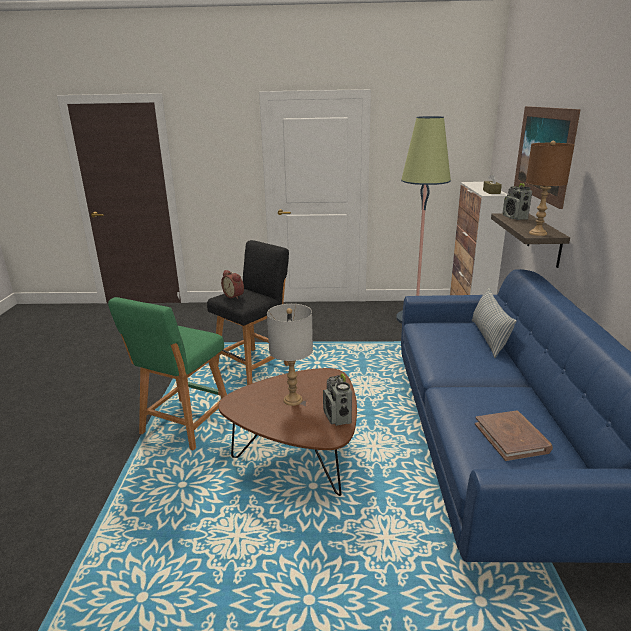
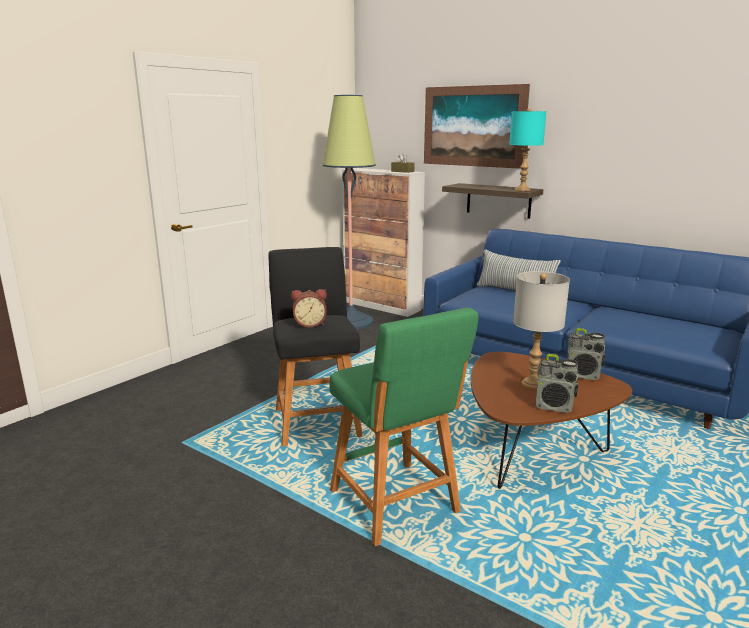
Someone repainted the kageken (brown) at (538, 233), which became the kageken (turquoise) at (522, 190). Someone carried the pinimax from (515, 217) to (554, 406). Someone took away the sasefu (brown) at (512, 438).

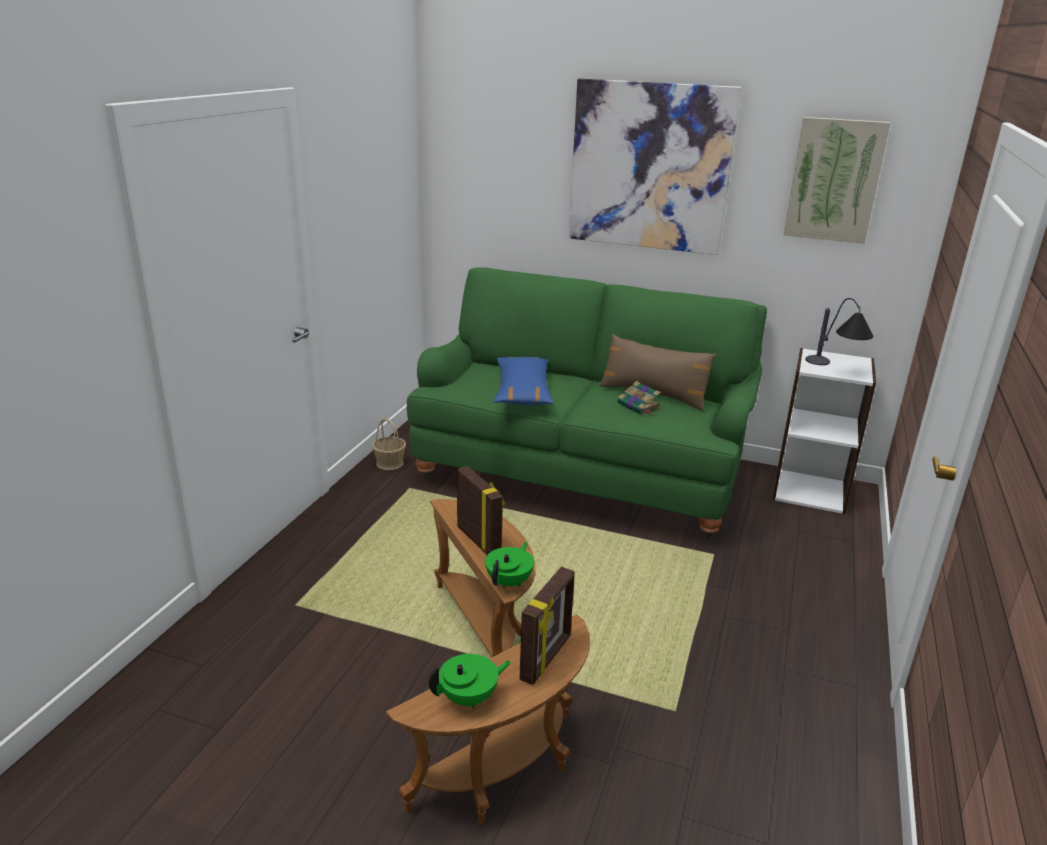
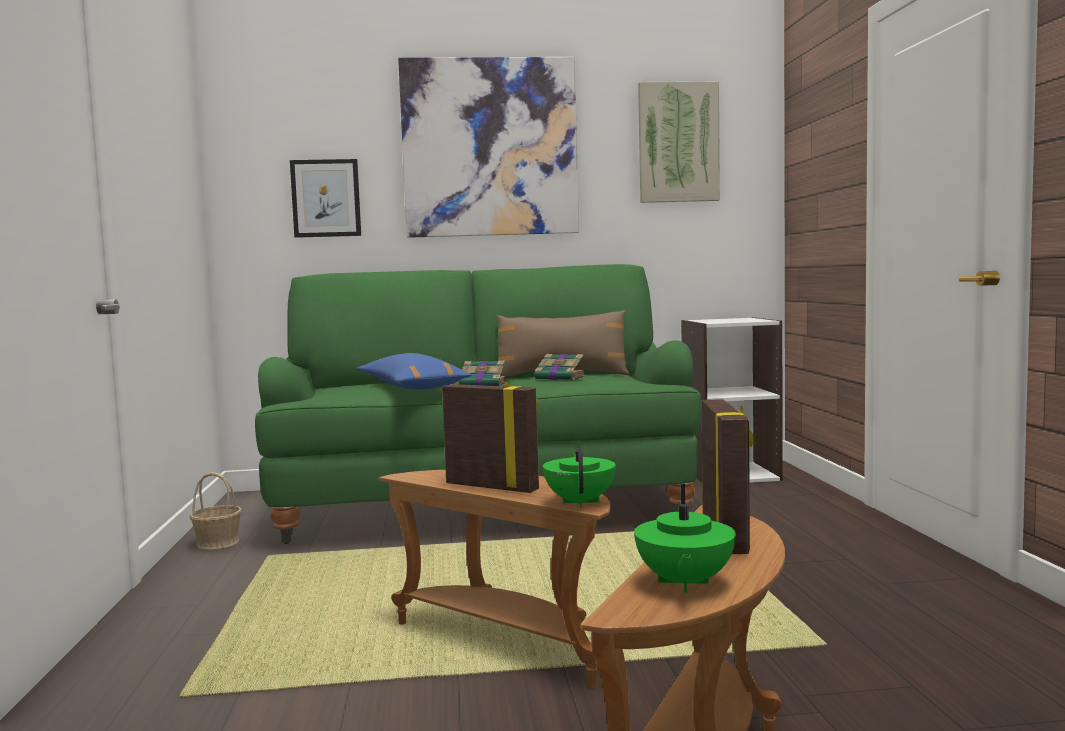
Someone took away the kageken at (835, 369). Someone rotated the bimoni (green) at (469, 698) by 150 degrees clockwise. Someone put up the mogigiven at (326, 198). Someone put down the sasefu at (484, 385).

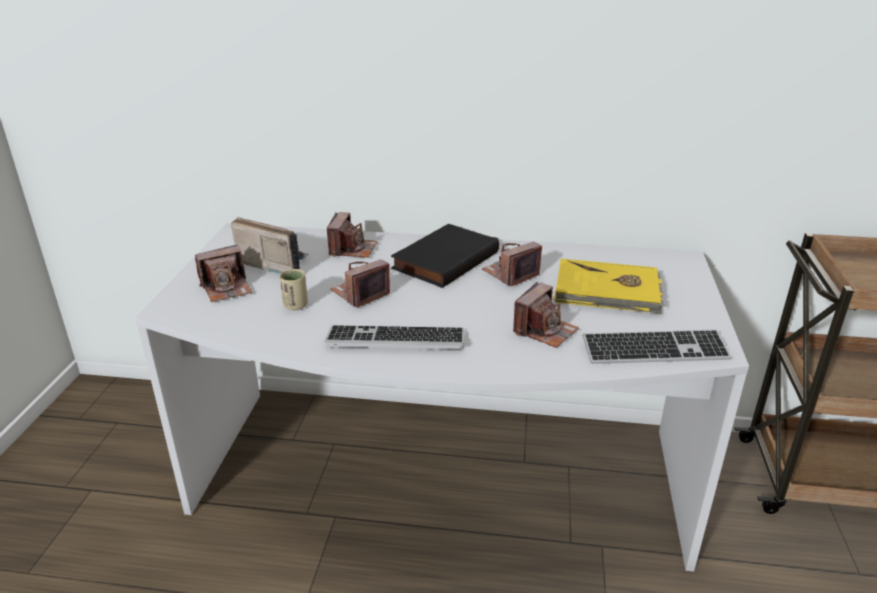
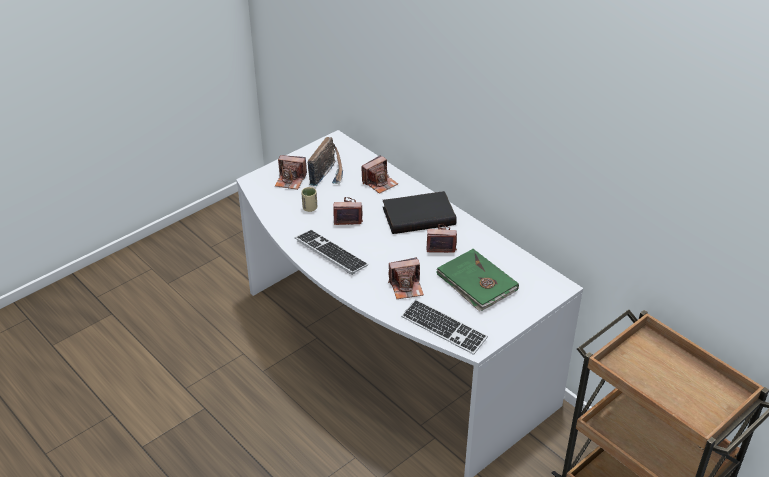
Someone rotated the pinimax at (274, 264) by 45 degrees clockwise. Someone repainted the sasefu (yellow) at (607, 291), which became the sasefu (green) at (476, 283).

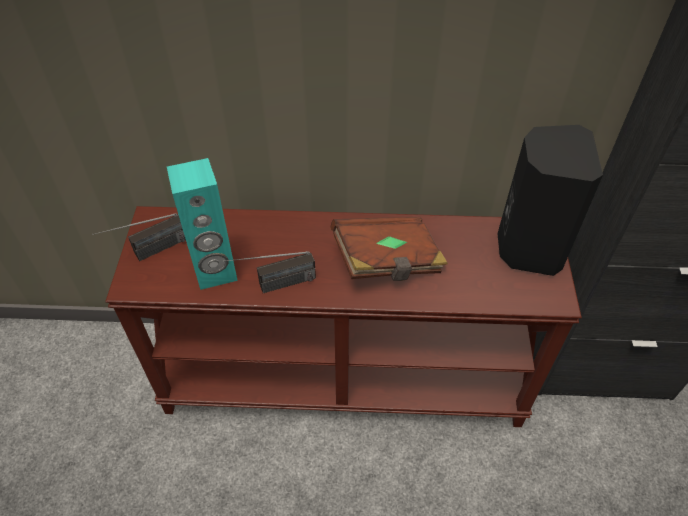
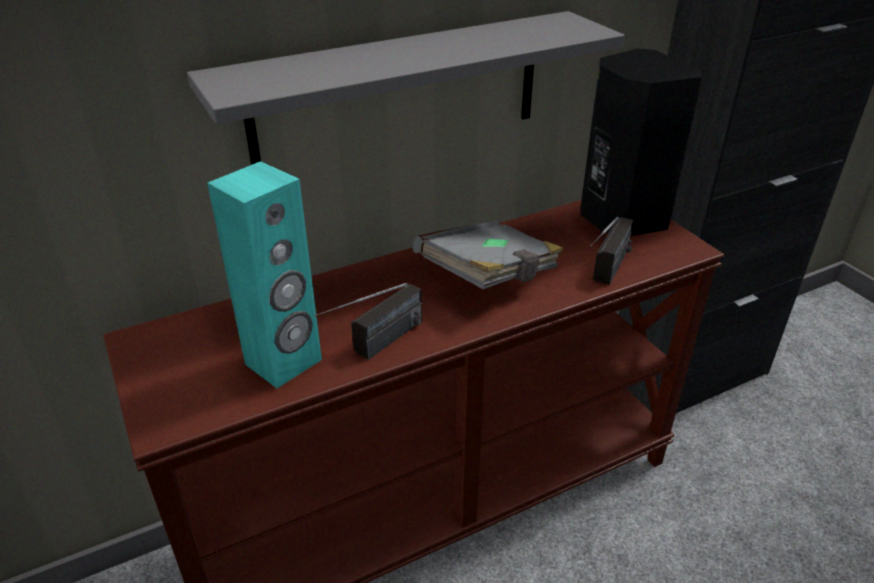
Someone carried the pinimax from (148, 253) to (607, 275). Someone repainted the sasefu (brown) at (388, 261), which became the sasefu (grey) at (491, 277). Someone put up the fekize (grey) at (399, 93).

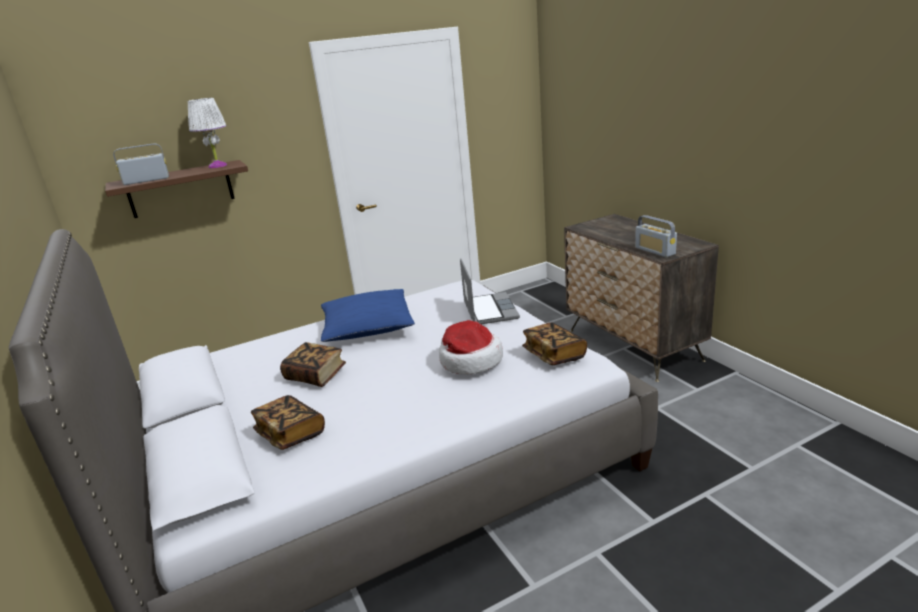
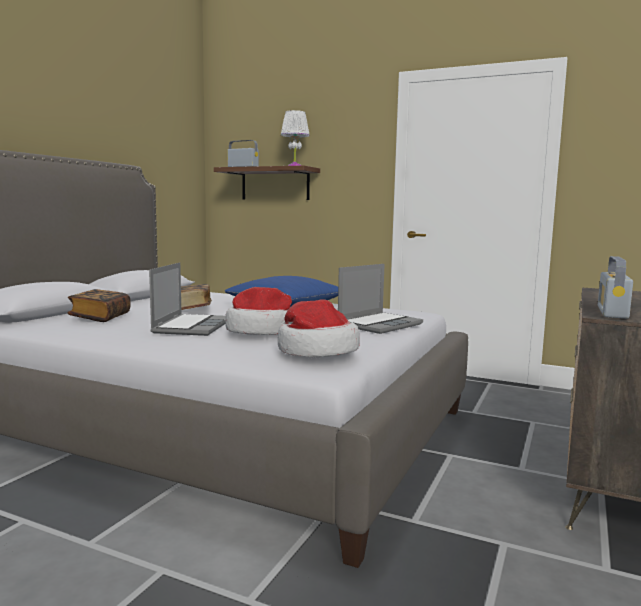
Someone swapped the sasefu at (554, 355) for the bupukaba at (316, 351). Someone put down the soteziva at (191, 326).

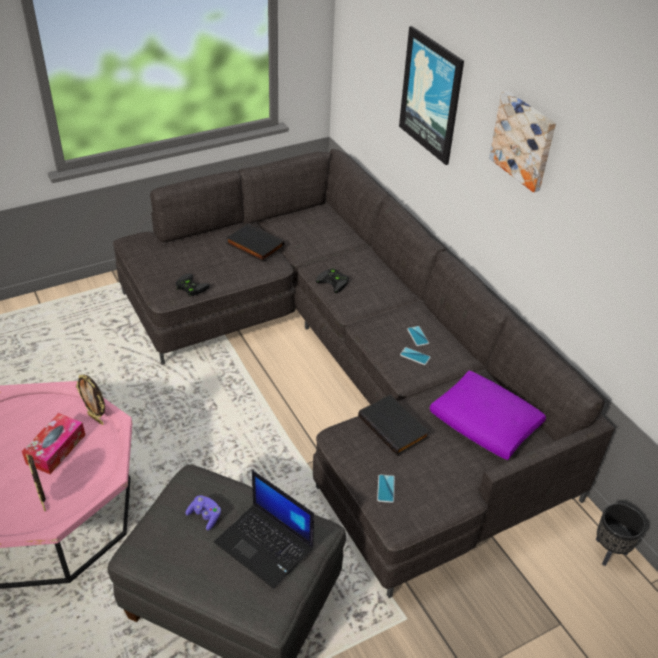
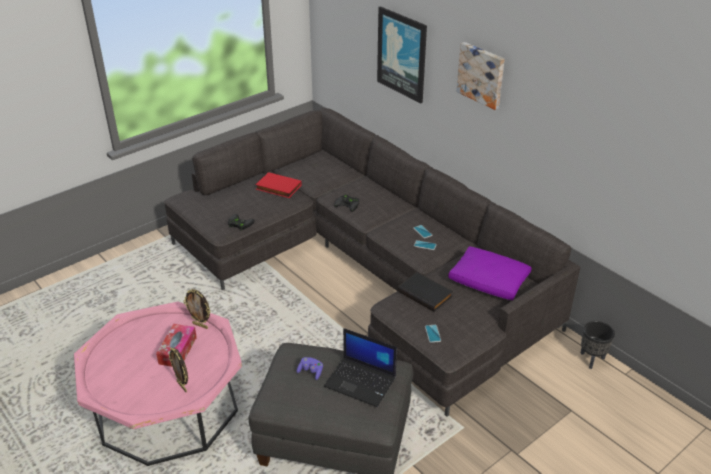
Someone repainted the sasefu (black) at (254, 246), which became the sasefu (red) at (278, 188).

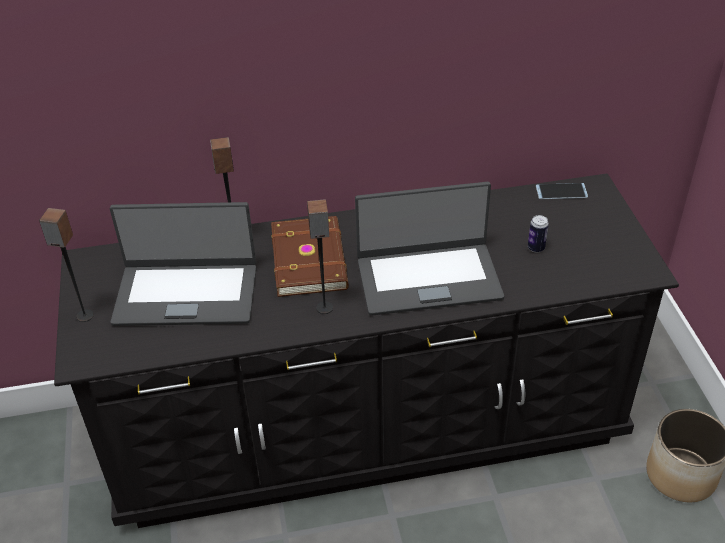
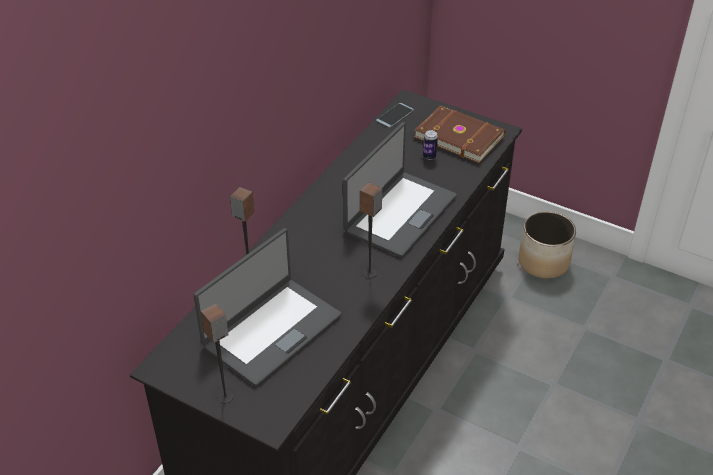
Someone carried the sasefu (brown) from (311, 259) to (459, 136).

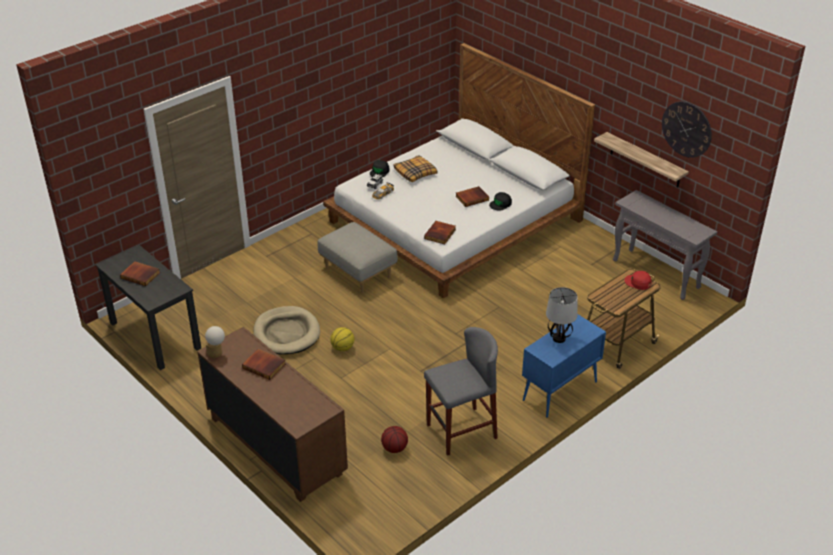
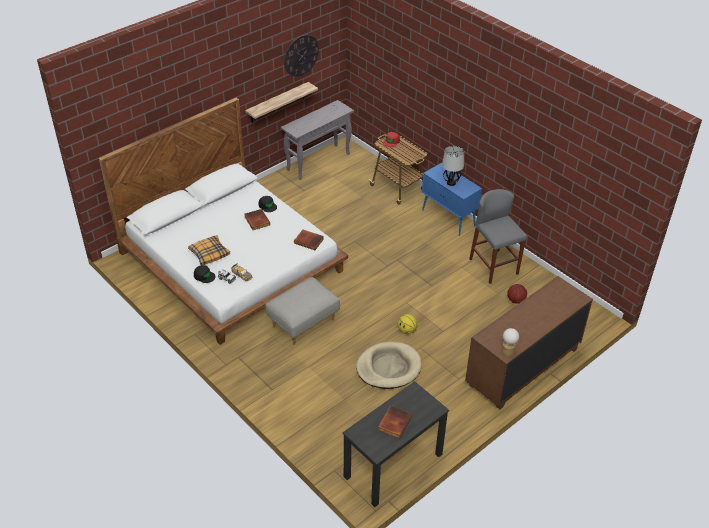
Someone took away the sasefu at (264, 365).

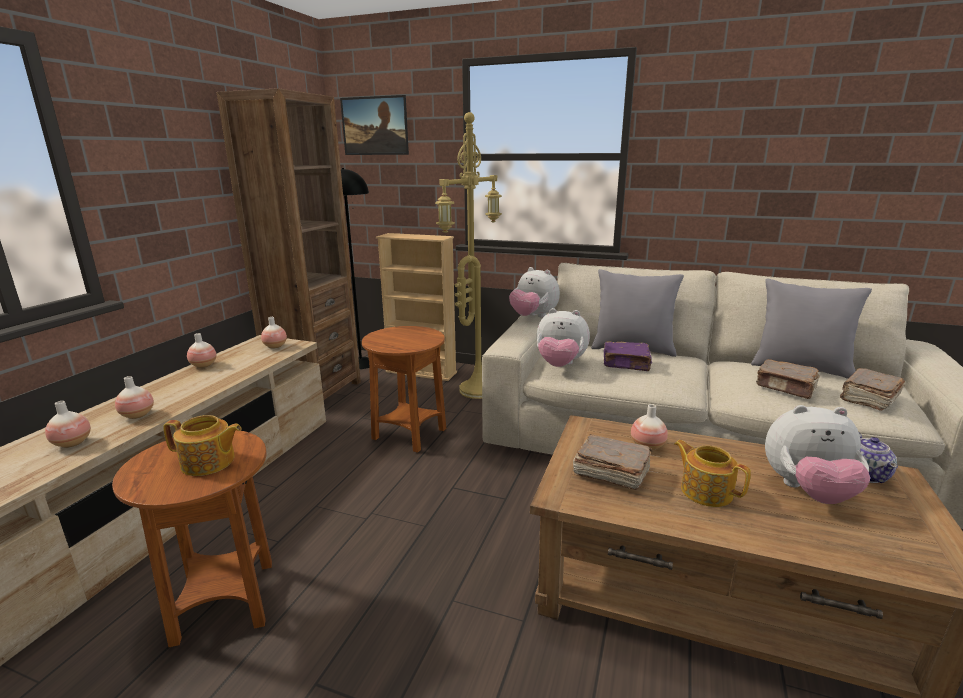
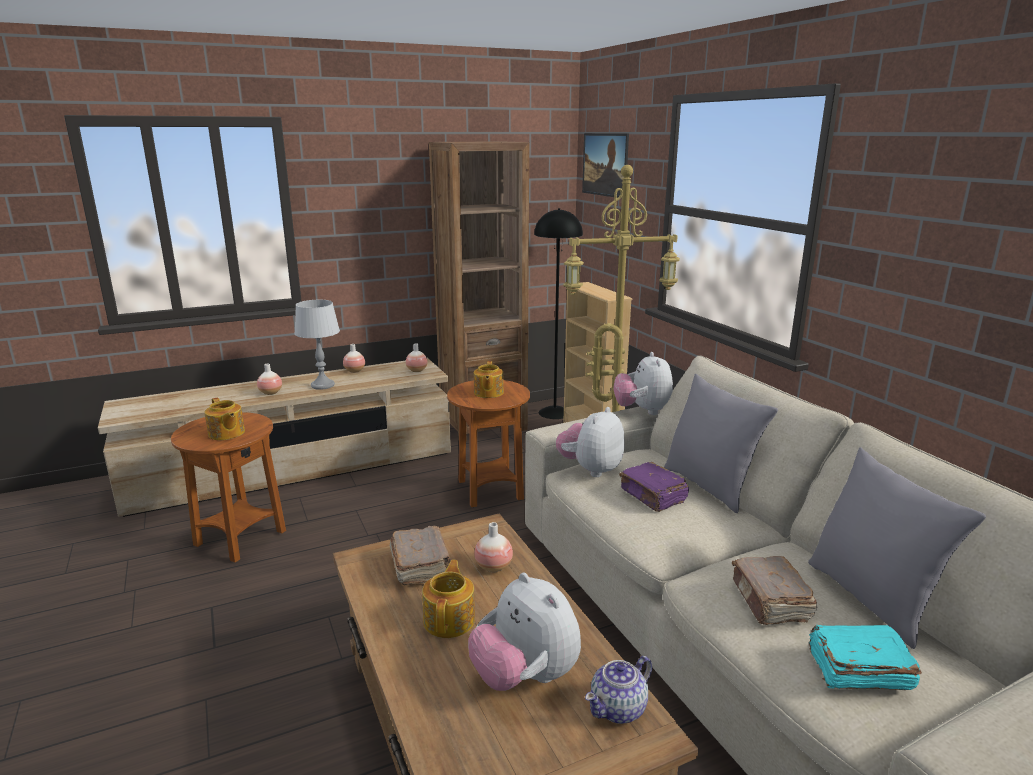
Someone rotated the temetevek at (560, 365) by 60 degrees clockwise. Someone repainted the sasefu (brown) at (868, 398), which became the sasefu (turquoise) at (857, 671). Someone took away the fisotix at (72, 443). Someone put down the kageken (grey) at (323, 385). Someone put down the bimoni at (488, 393).

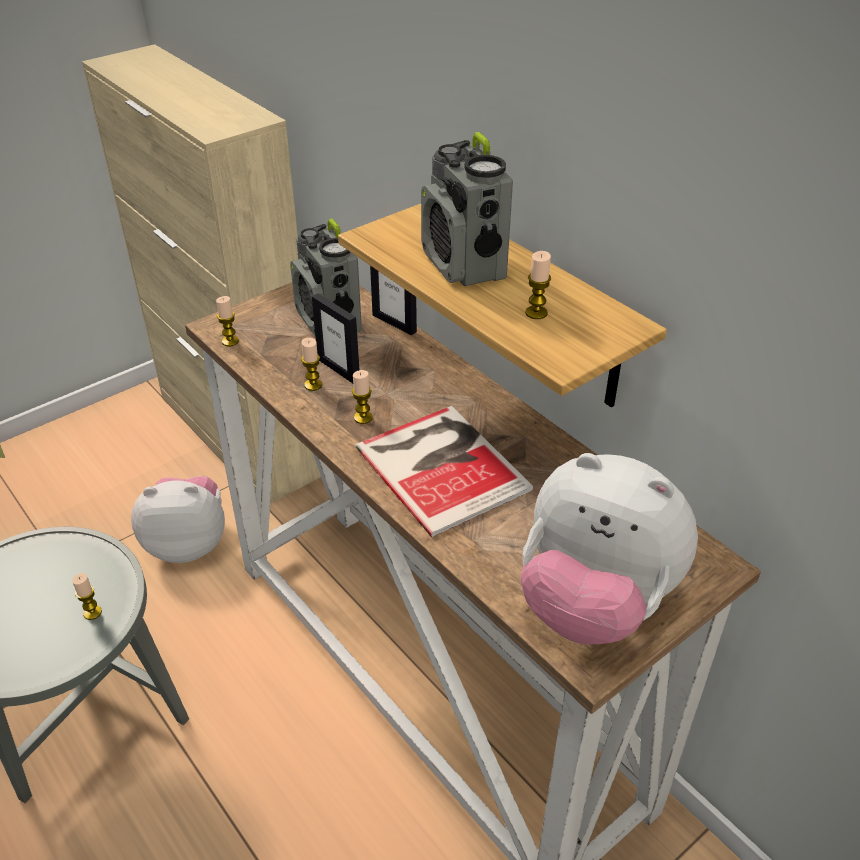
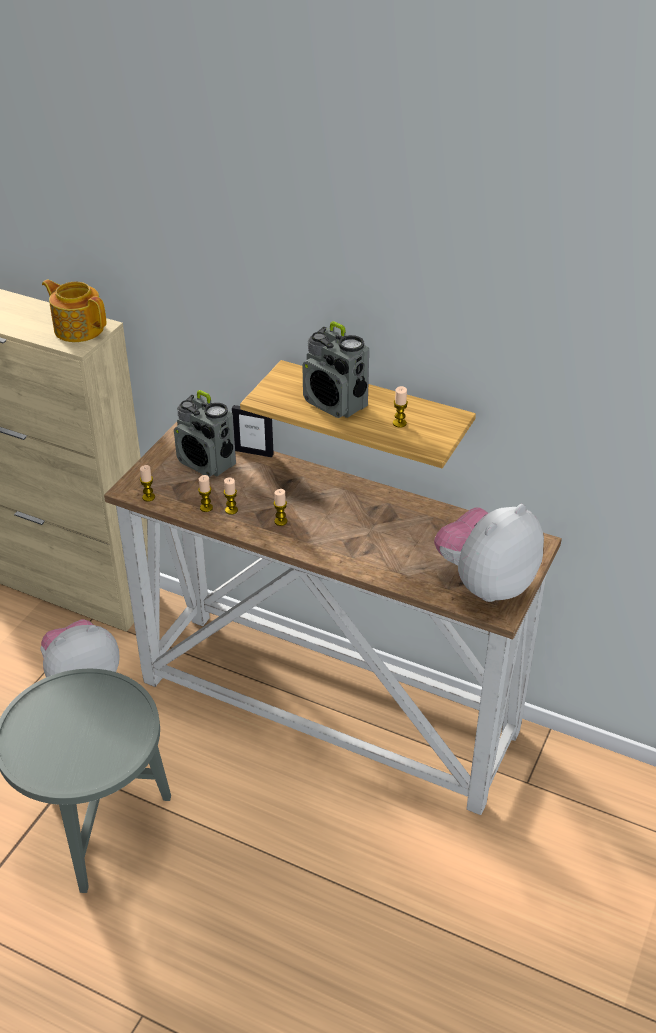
Someone took away the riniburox at (339, 369). Someone took away the sasefu at (442, 465). Someone rotated the temetevek at (594, 603) by 135 degrees clockwise. Someone carried the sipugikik from (92, 612) to (206, 507). Someone put down the bimoni at (78, 328).

